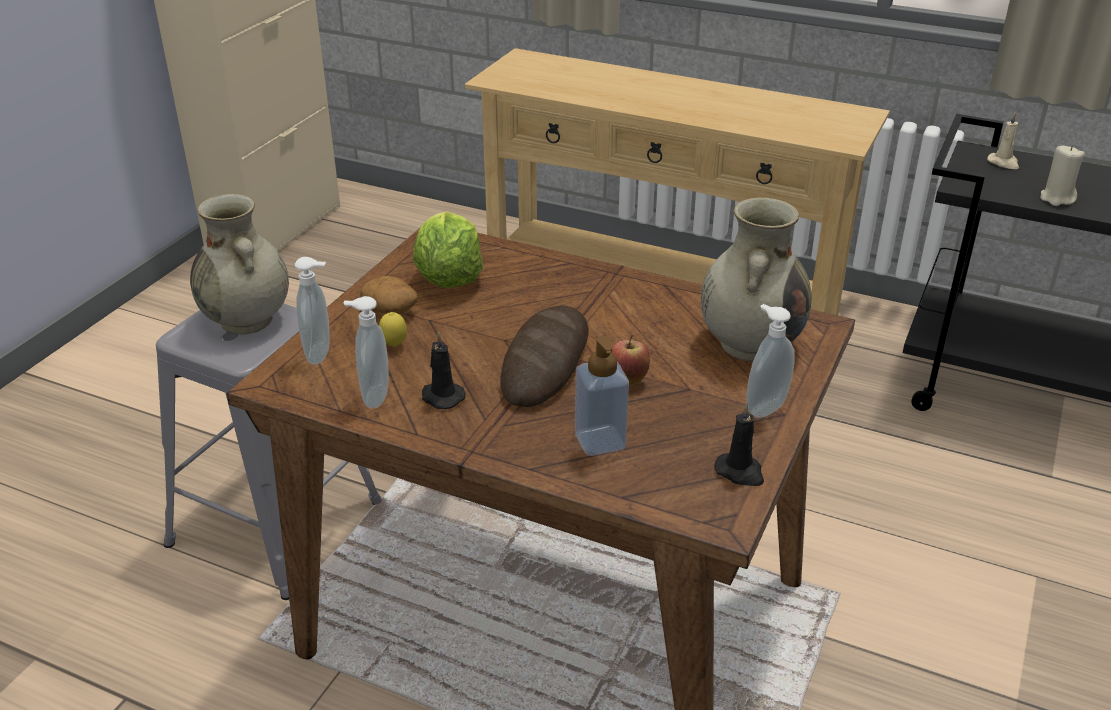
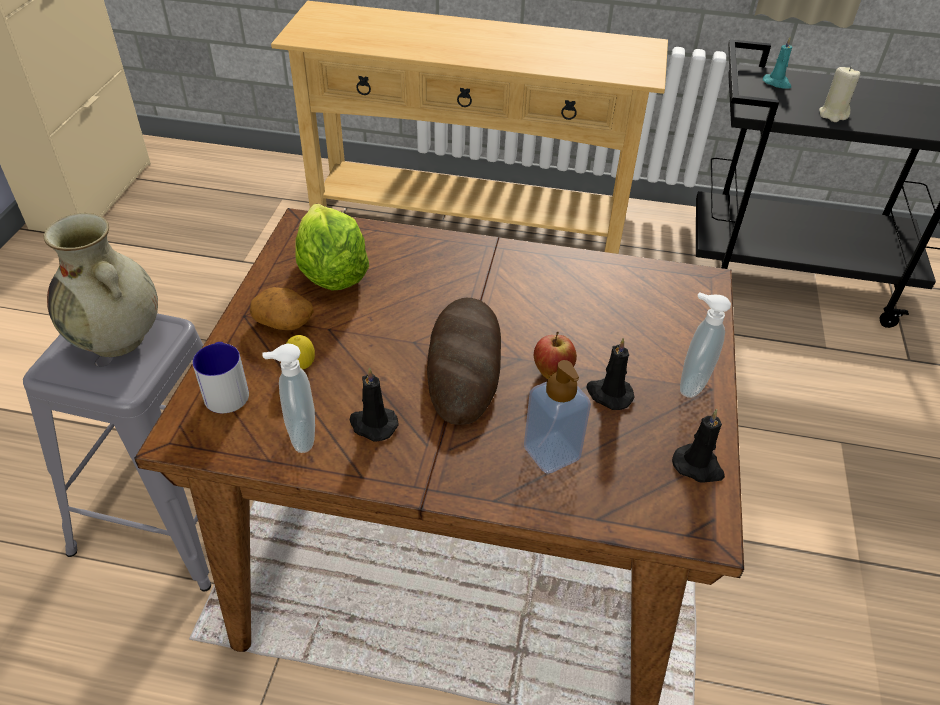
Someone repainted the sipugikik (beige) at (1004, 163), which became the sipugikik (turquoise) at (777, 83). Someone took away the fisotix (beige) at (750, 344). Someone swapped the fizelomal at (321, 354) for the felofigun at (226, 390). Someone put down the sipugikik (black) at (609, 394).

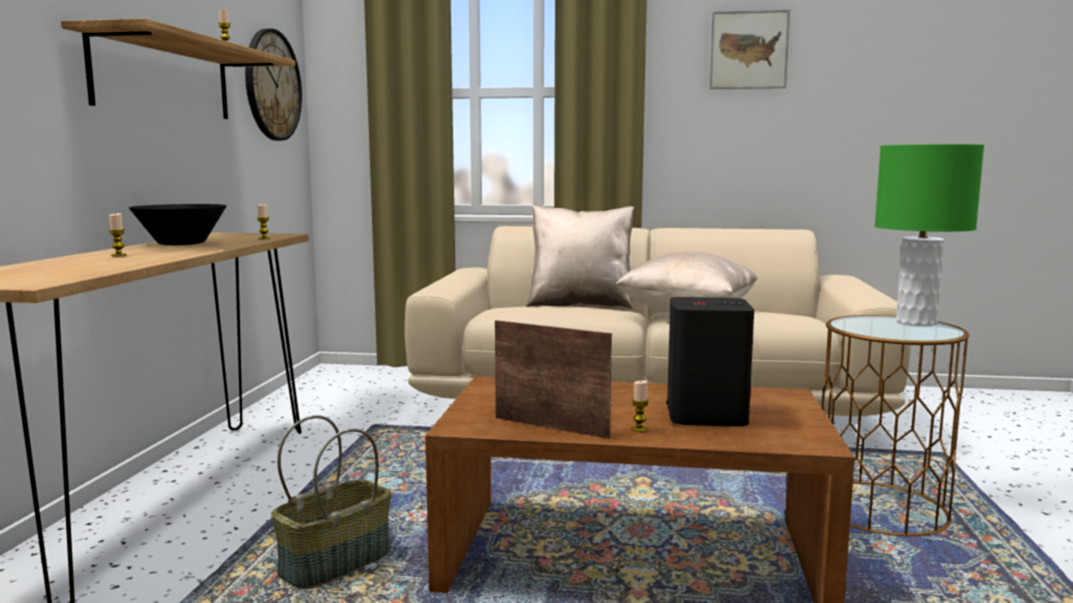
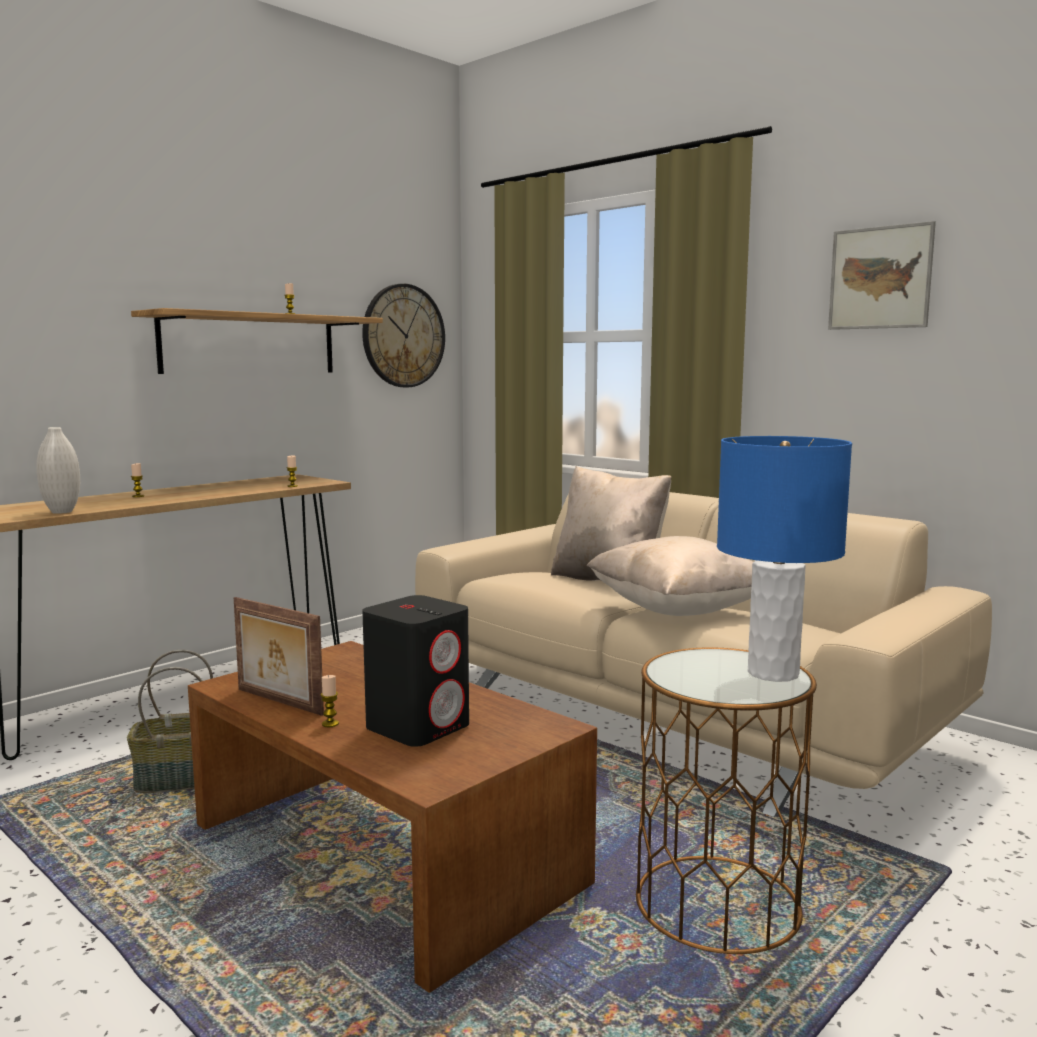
Someone repainted the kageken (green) at (915, 322), which became the kageken (blue) at (772, 673). Someone took away the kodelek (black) at (181, 244). Someone rotated the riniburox at (551, 426) by 150 degrees clockwise. Someone put down the fisotix (white) at (62, 512).

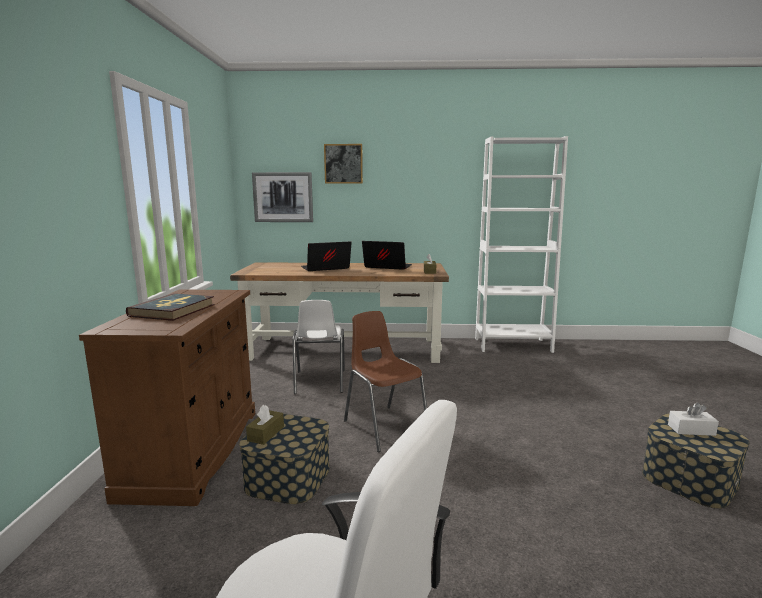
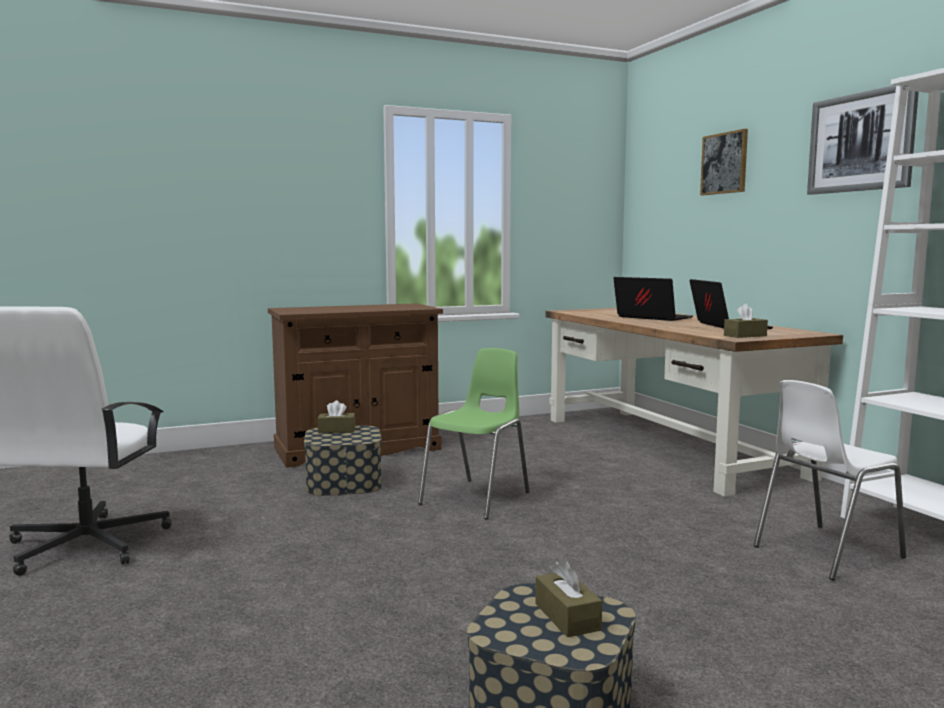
Someone carried the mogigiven from (283, 197) to (860, 142). Someone took away the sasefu at (173, 310). Someone carried the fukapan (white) from (319, 382) to (825, 552). Someone repainted the fukapan (brown) at (384, 427), which became the fukapan (green) at (477, 498). Someone repainted the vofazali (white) at (691, 430), which became the vofazali (brown) at (567, 617).

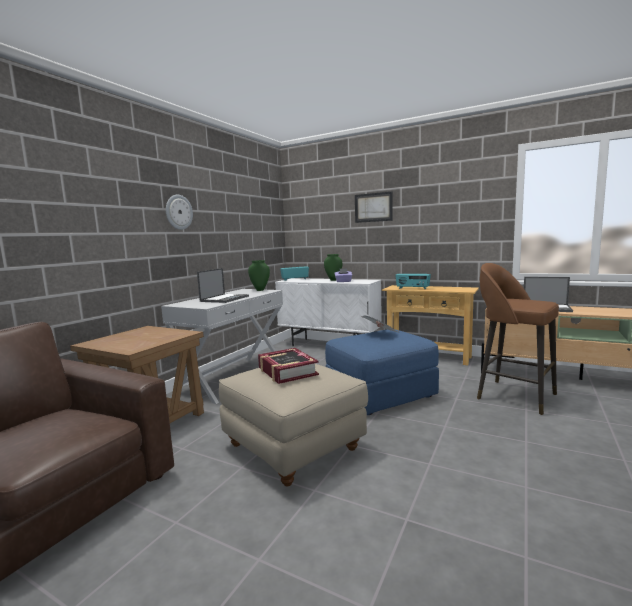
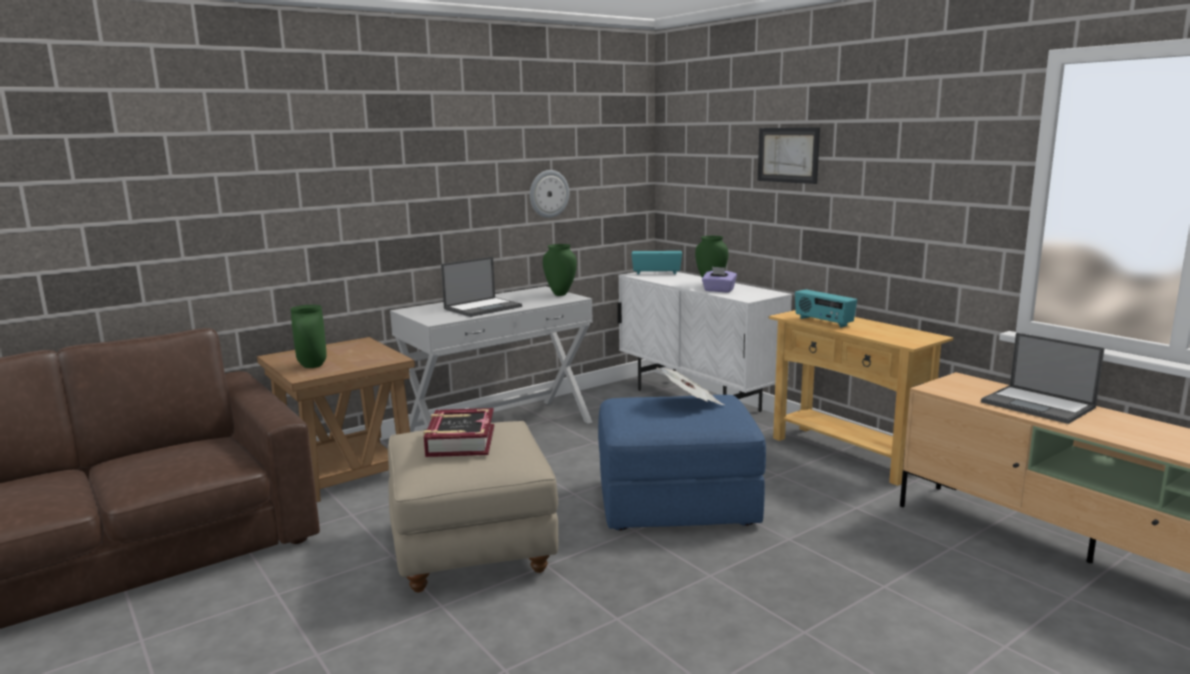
Someone carried the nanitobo from (178, 212) to (548, 193). Someone took away the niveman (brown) at (514, 396). Someone put down the fisotix (green) at (311, 366).

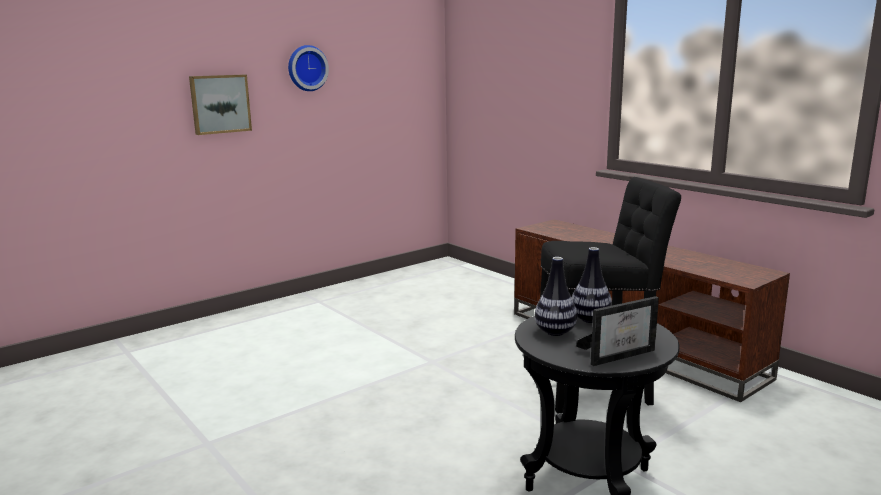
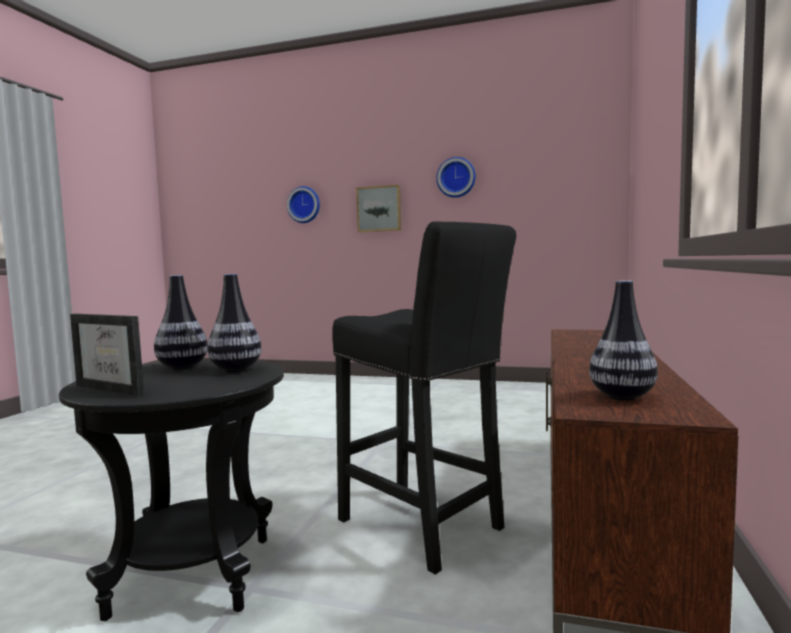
Someone put up the nanitobo at (304, 205). Someone put down the fisotix at (622, 396).

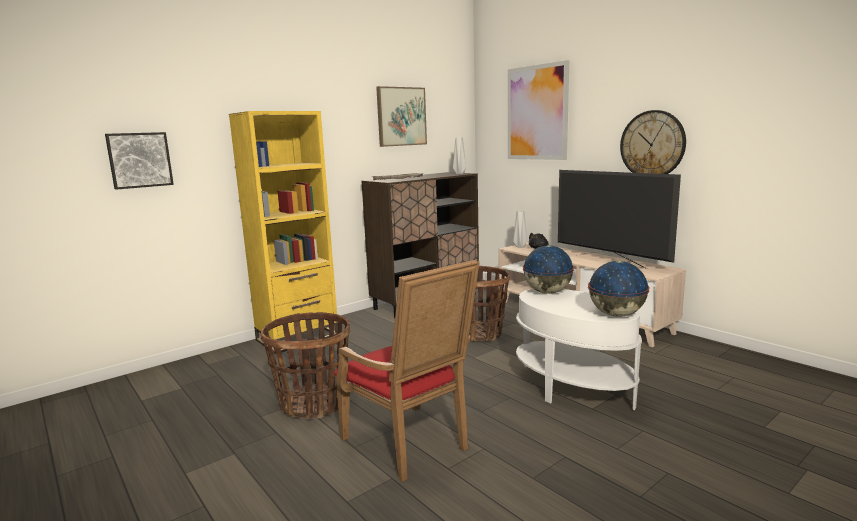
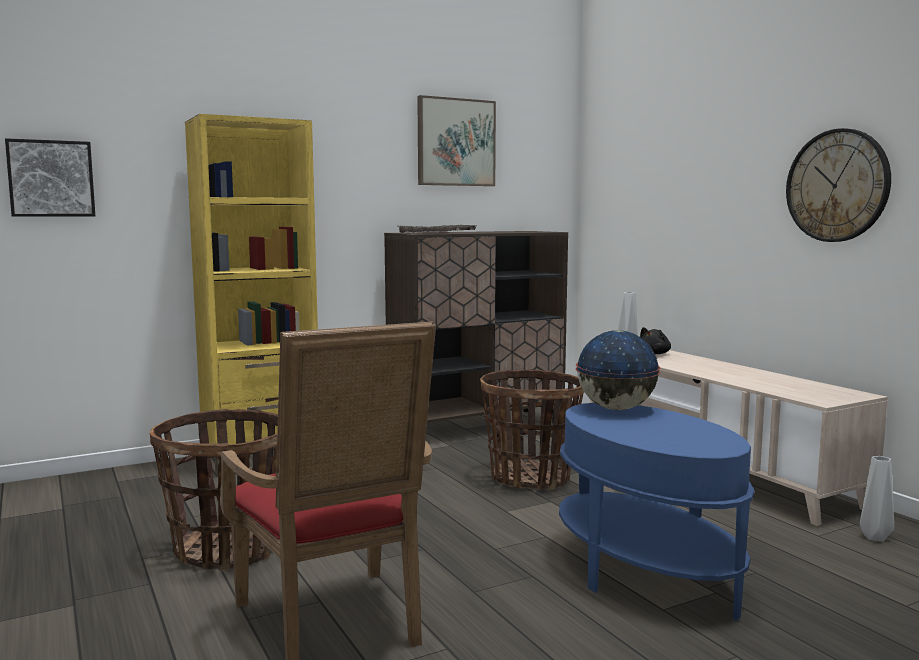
Someone took away the mogigiven at (537, 113). Someone carried the fisotix (grey) from (459, 173) to (873, 537). Someone took away the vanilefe at (610, 261). Someone took away the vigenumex at (616, 314). Someone repainted the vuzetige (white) at (572, 388), which became the vuzetige (blue) at (645, 574).

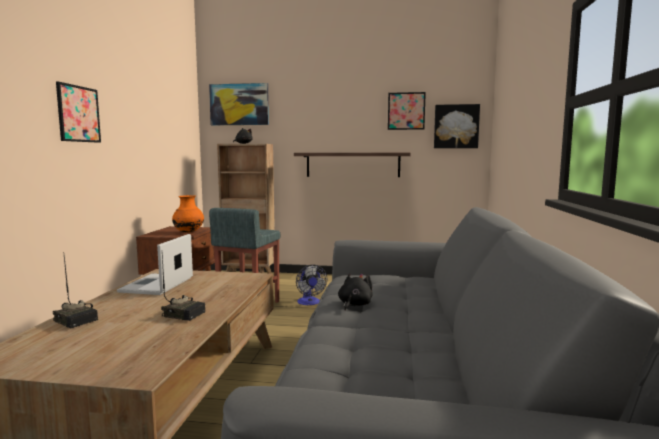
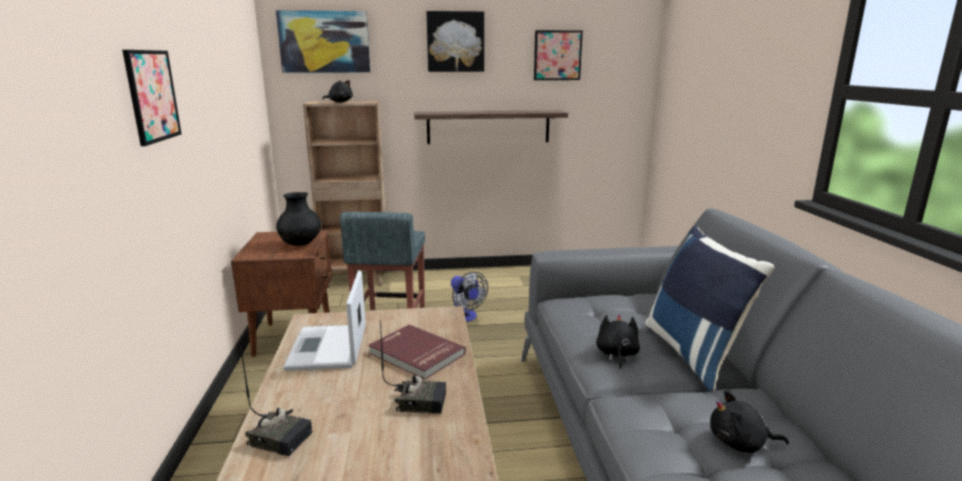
Someone carried the mogigiven from (456, 126) to (455, 42). Someone repainted the fisotix (orange) at (189, 232), which became the fisotix (black) at (301, 244). Someone put down the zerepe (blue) at (694, 354). Someone put down the sasefu (red) at (415, 354). Someone put down the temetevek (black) at (740, 443).

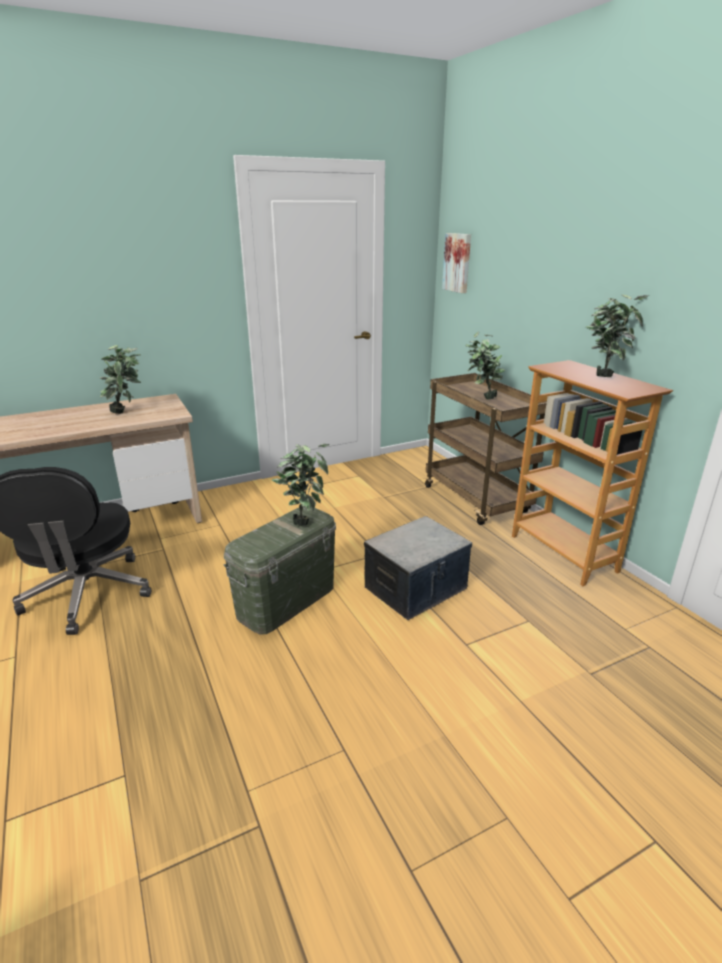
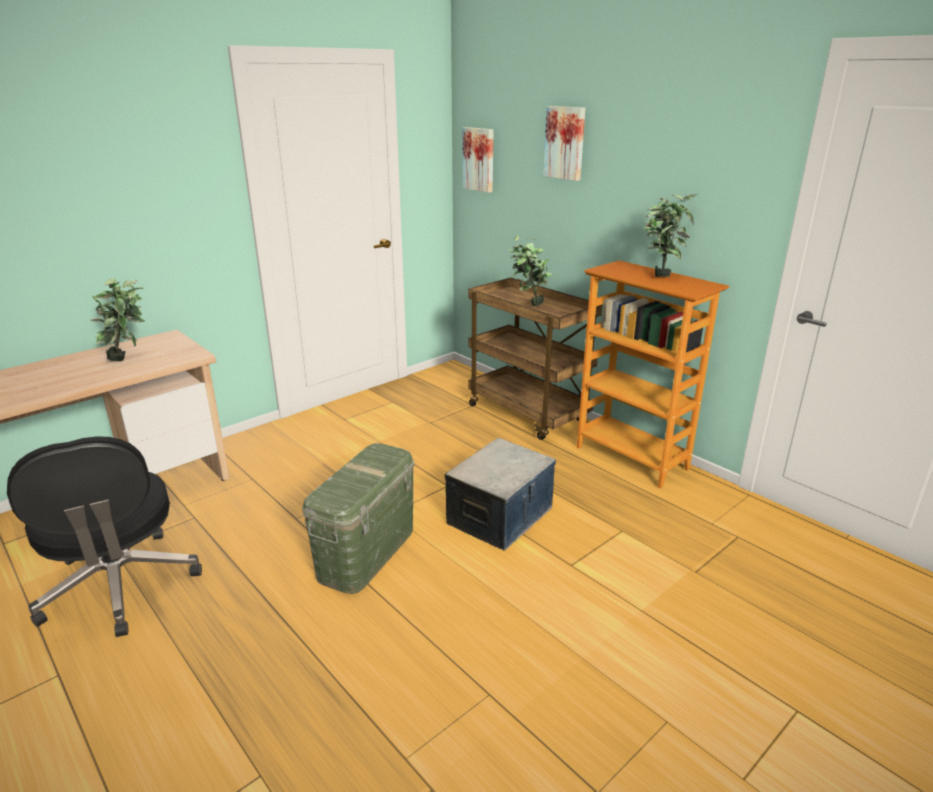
Someone took away the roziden at (304, 519). Someone put up the mogigiven at (565, 143).

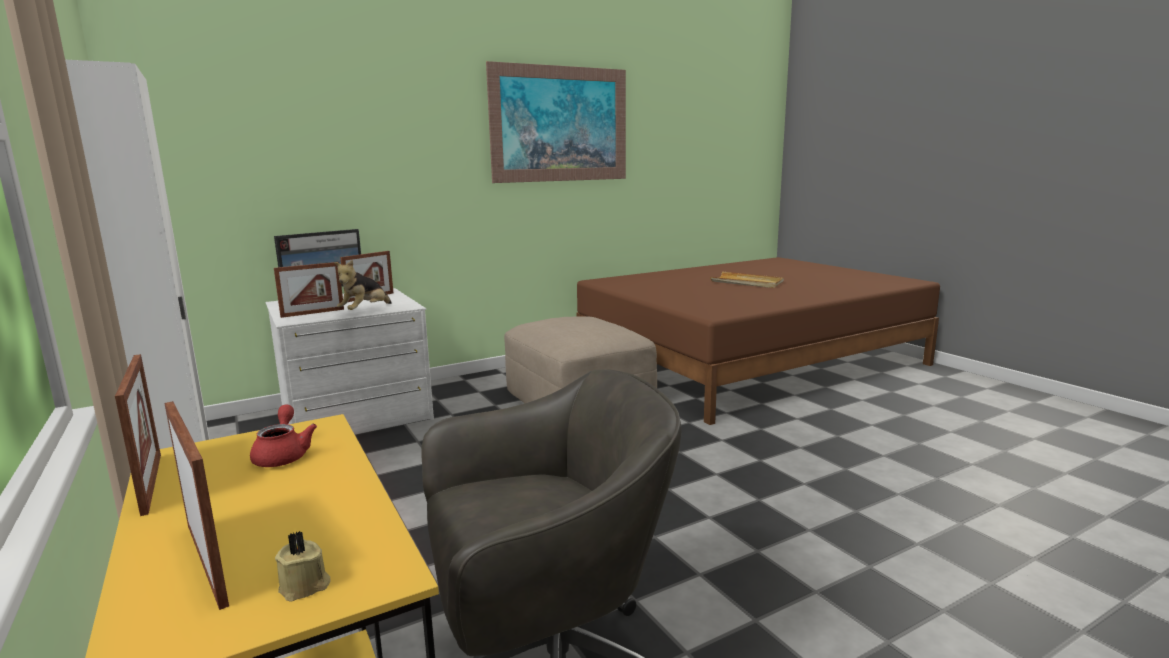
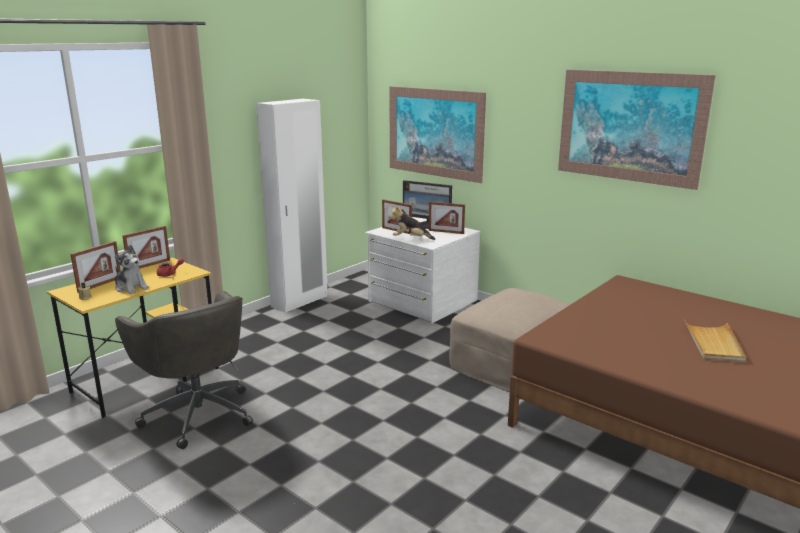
Someone put up the mogigiven at (435, 132). Someone put down the temetevek at (131, 288).

